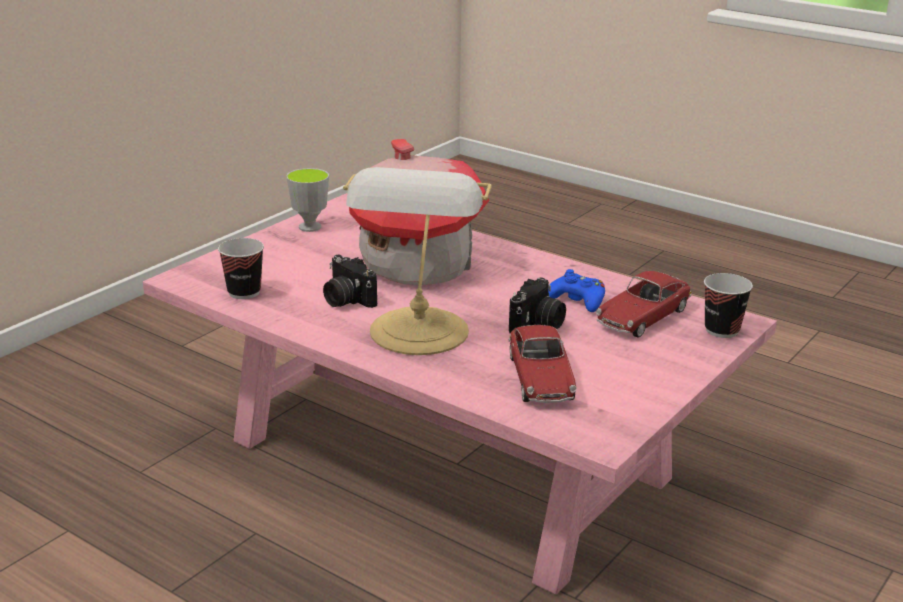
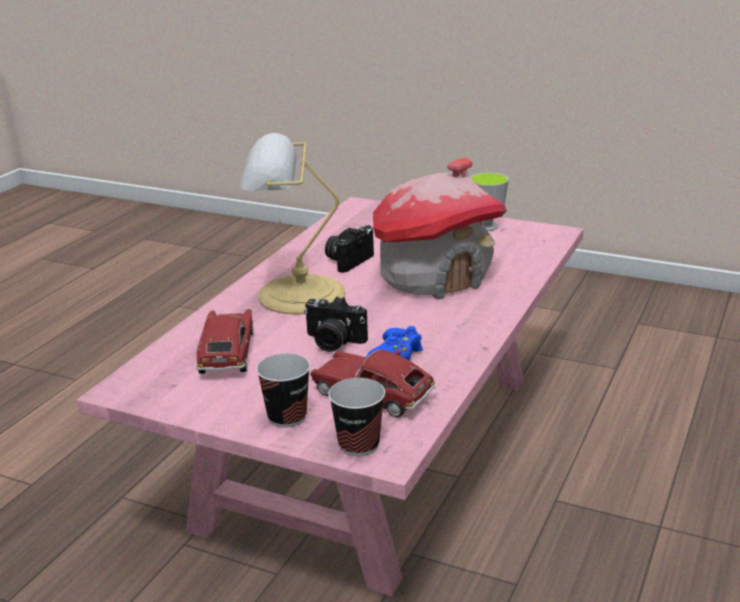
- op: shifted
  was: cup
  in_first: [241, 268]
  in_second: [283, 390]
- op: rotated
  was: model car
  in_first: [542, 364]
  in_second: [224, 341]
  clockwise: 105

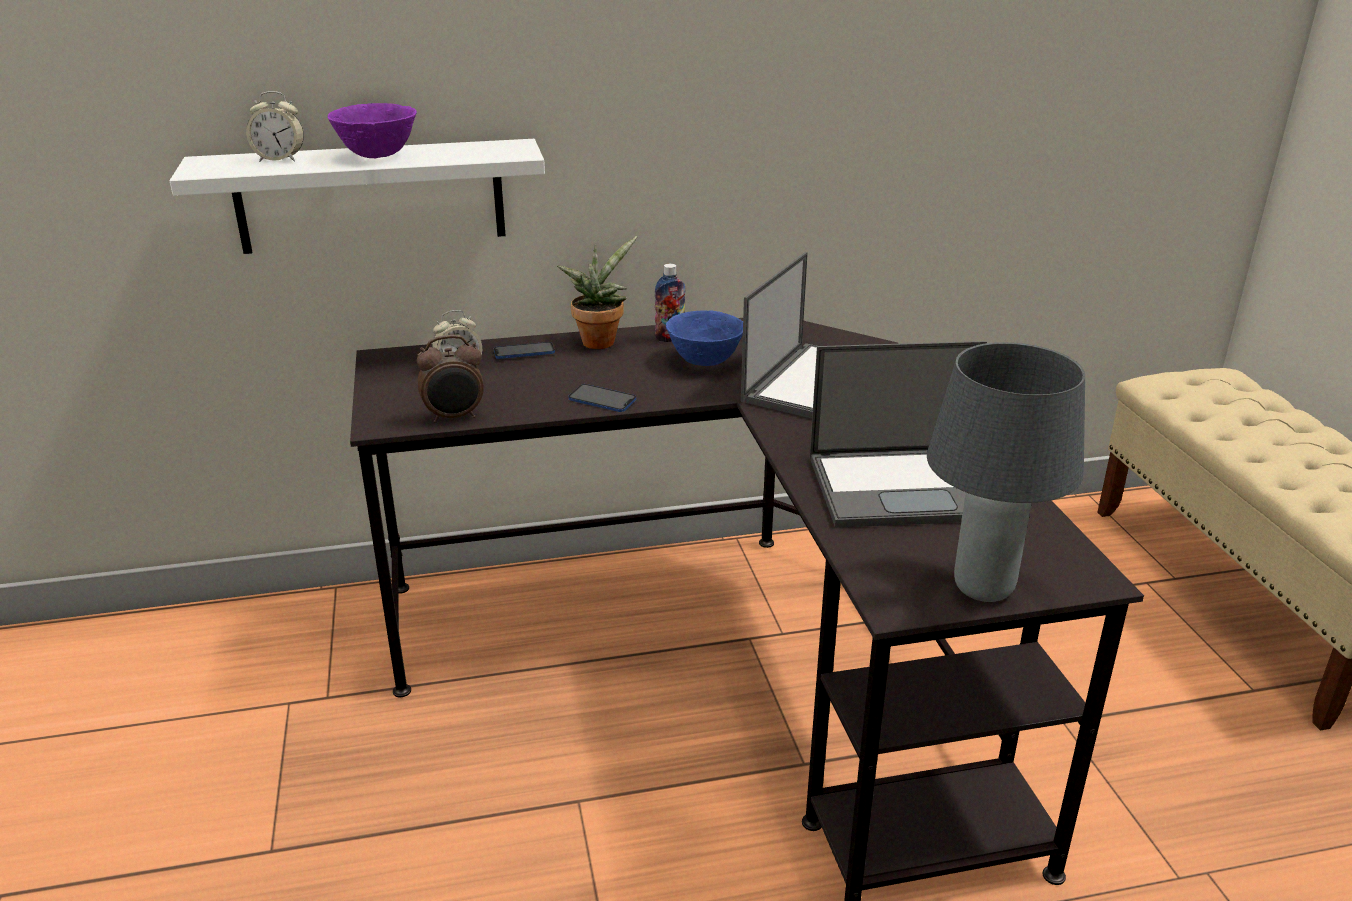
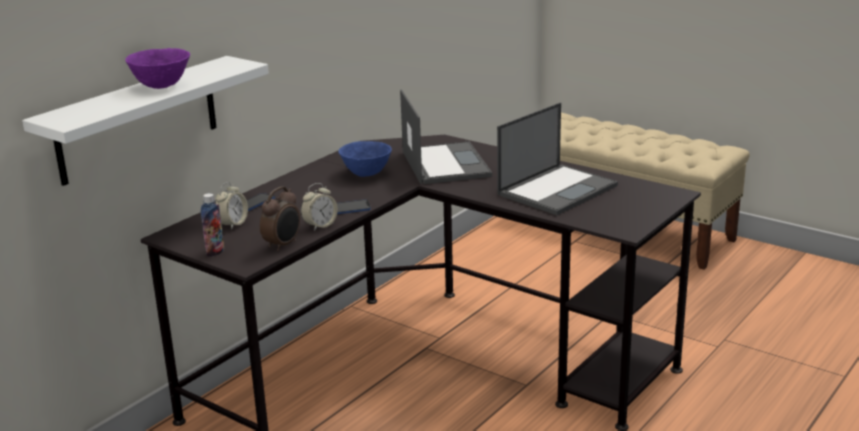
- op: shifted
  was: alarm clock
  in_first: [275, 126]
  in_second: [319, 207]
- op: gone
  was: houseplant
  in_first: [597, 292]
- op: shifted
  was: beverage bottle
  in_first: [670, 303]
  in_second: [212, 225]
- op: gone
  was: greyish table lamp
  in_first: [1006, 472]

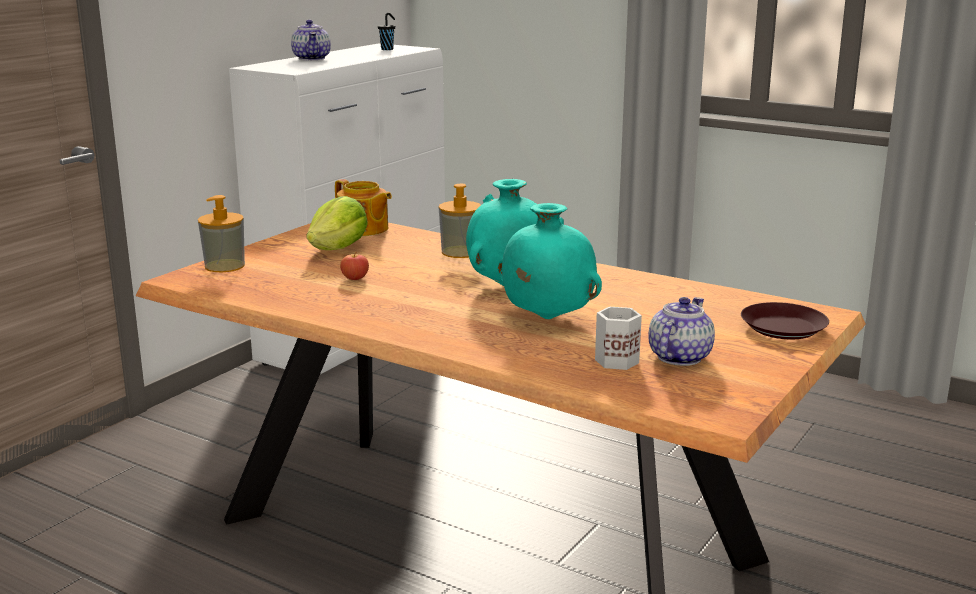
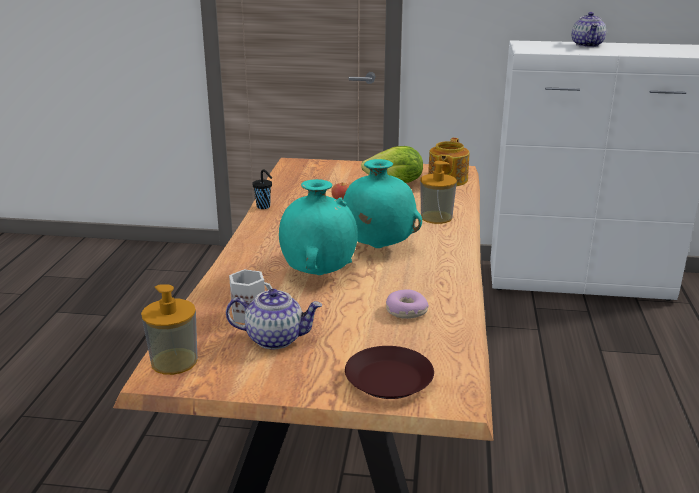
- op: shifted
  was: liquid soap bottle
  in_first: [221, 233]
  in_second: [169, 329]
- op: rotated
  was: teapot
  in_first: [311, 40]
  in_second: [589, 29]
  clockwise: -45
- op: shifted
  was: black cup
  in_first: [386, 31]
  in_second: [262, 189]
- op: new
  now: doughnut
  in_second: [407, 304]

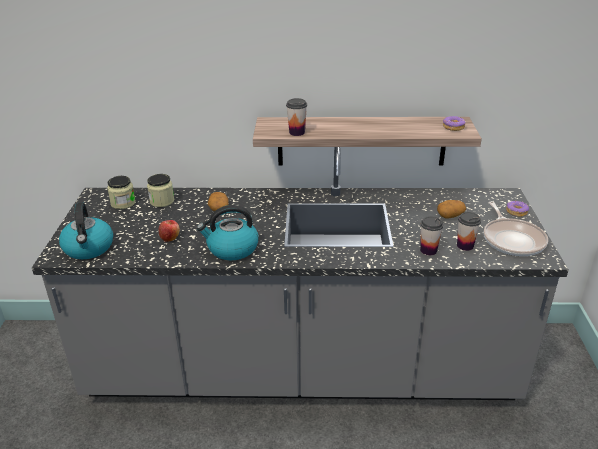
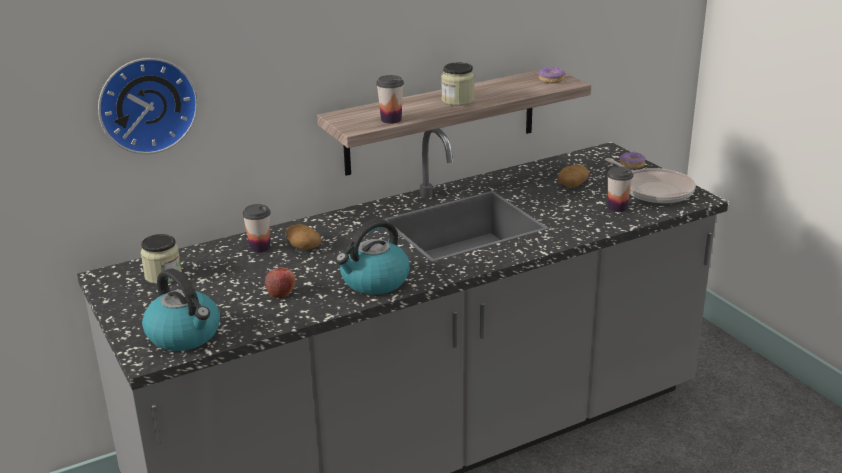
- op: shifted
  was: jar
  in_first: [160, 190]
  in_second: [458, 84]
- op: shifted
  was: cup
  in_first: [432, 235]
  in_second: [256, 228]
- op: new
  now: wall clock
  in_second: [148, 106]

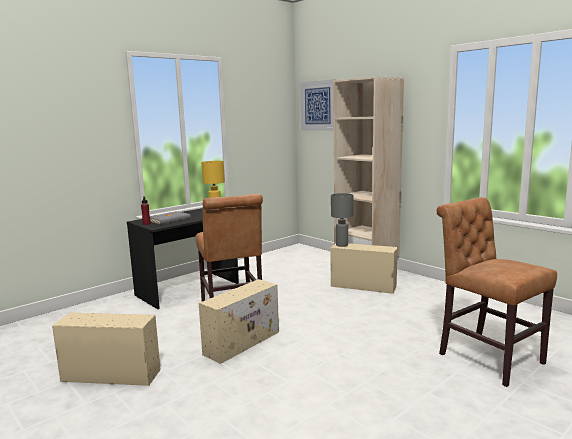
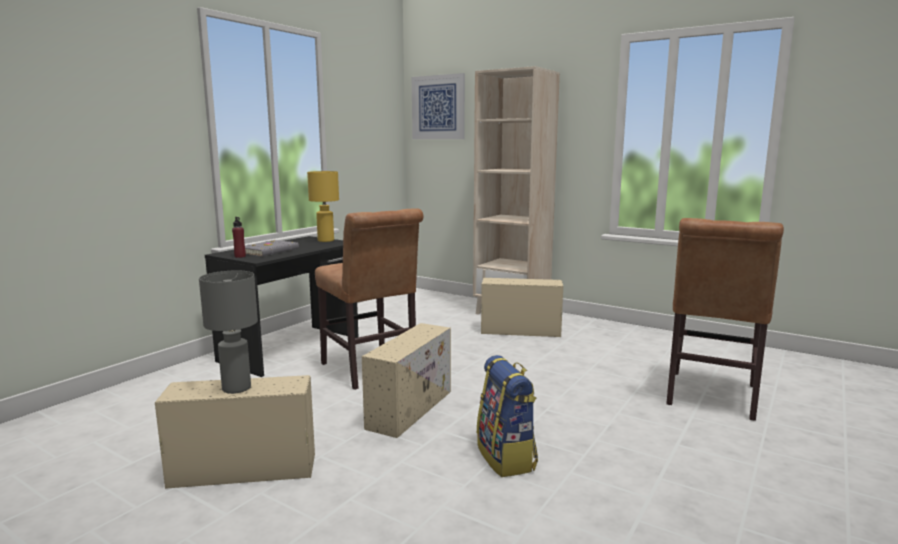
- op: shifted
  was: greyish table lamp
  in_first: [342, 220]
  in_second: [228, 332]
- op: rotated
  was: brownish chair
  in_first: [496, 292]
  in_second: [725, 319]
  clockwise: -105
- op: new
  now: backpack
  in_second: [507, 416]

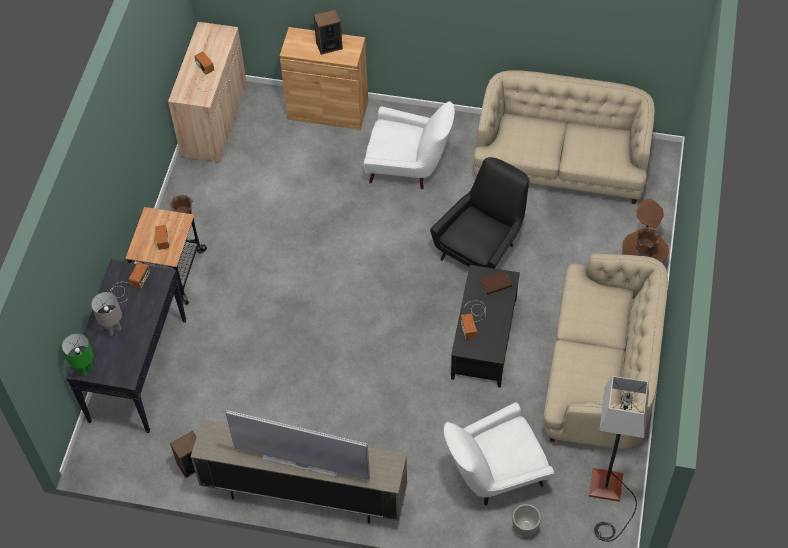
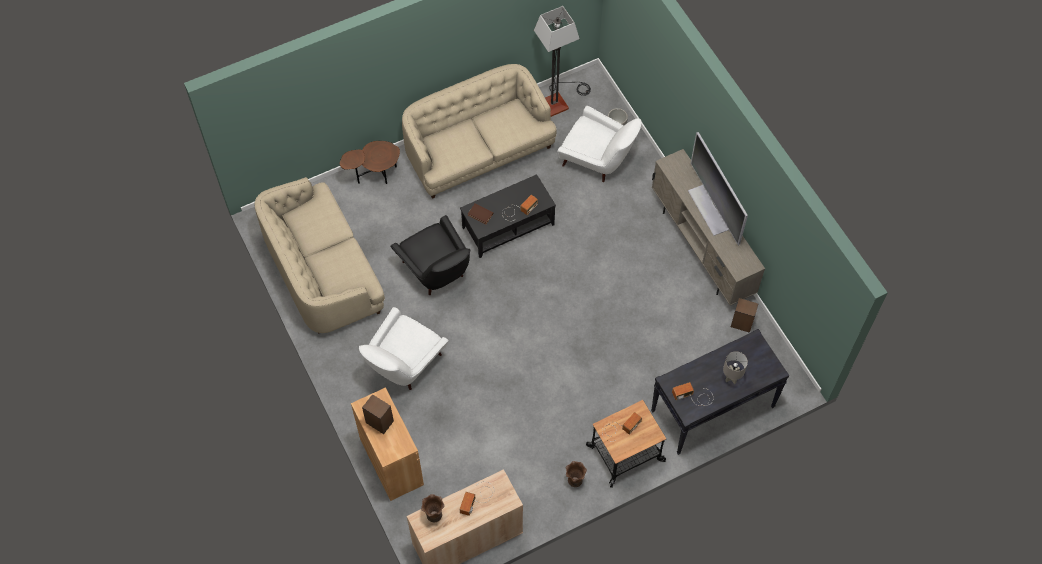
- op: gone
  was: green-coloured table lamp
  in_first: [77, 355]
- op: rotated
  was: white-coloured armchair
  in_first: [409, 145]
  in_second: [404, 348]
  clockwise: -120
- op: rotated
  was: black armchair
  in_first: [480, 213]
  in_second: [430, 255]
  clockwise: -120
- op: shifted
  was: brownish decorative vase
  in_first: [647, 242]
  in_second: [433, 508]

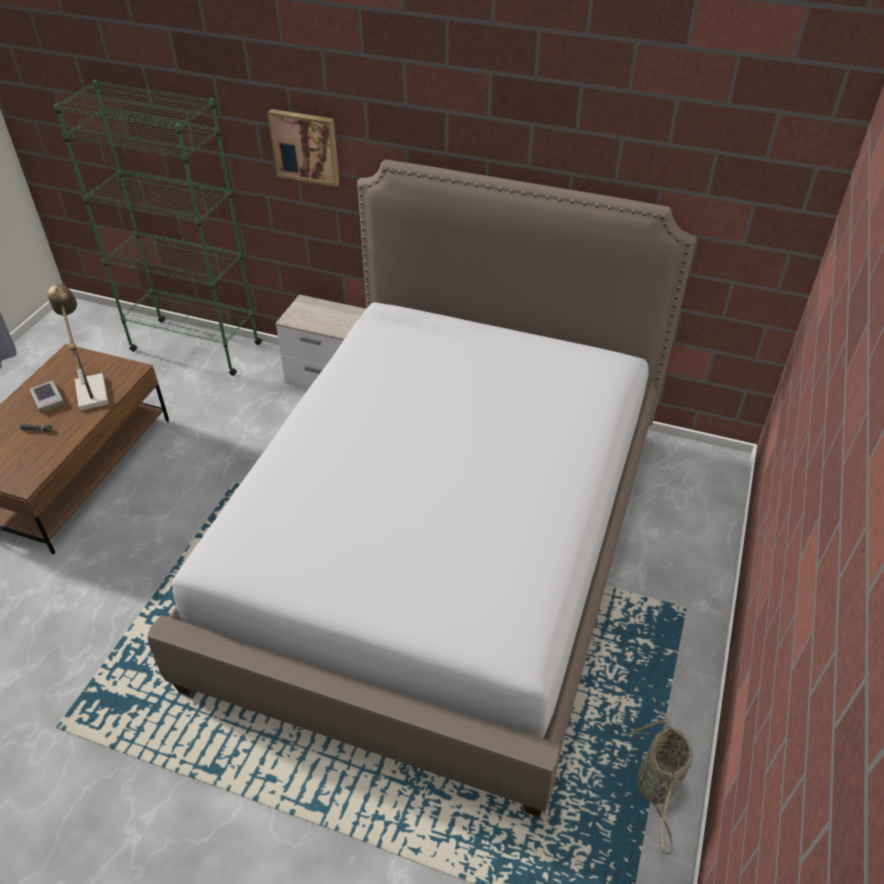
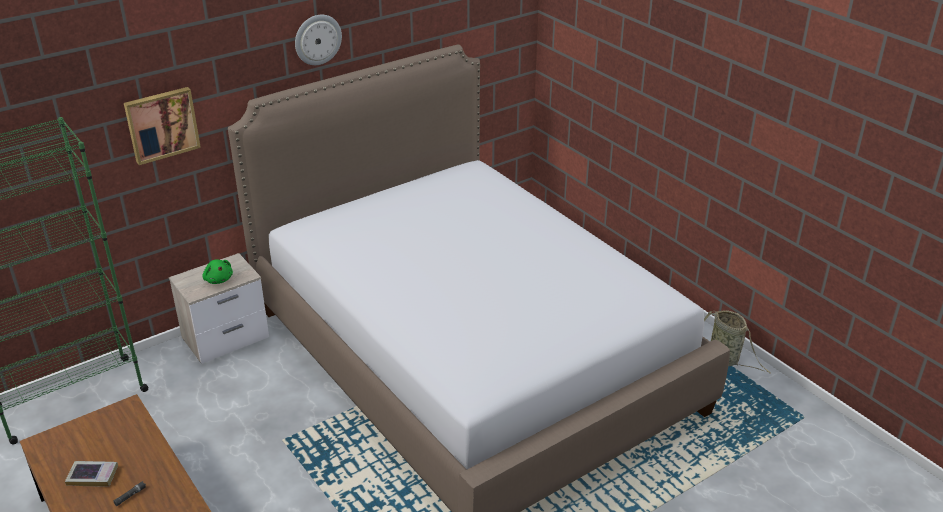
- op: gone
  was: table lamp
  in_first: [78, 347]
- op: new
  now: green-coloured cuddly toy
  in_second: [217, 271]
- op: new
  now: wall clock
  in_second: [318, 40]

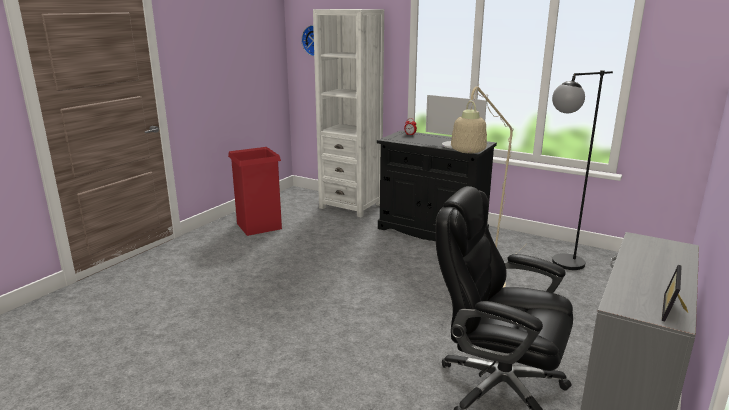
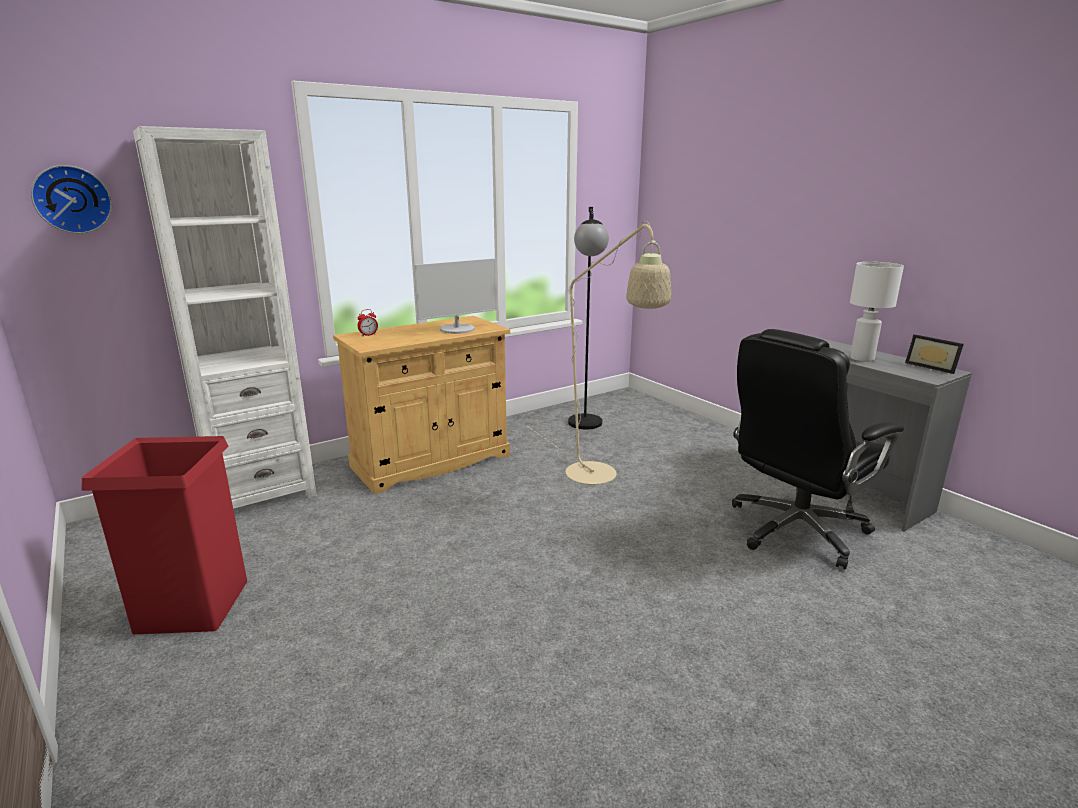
- op: repainted
  was: black storage cabinet
  now: sand-coloured storage cabinet
  in_first: [437, 185]
  in_second: [421, 405]
- op: new
  now: white-coloured table lamp
  in_second: [877, 312]

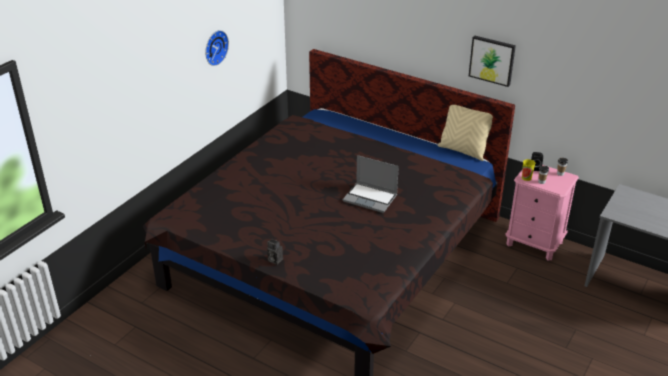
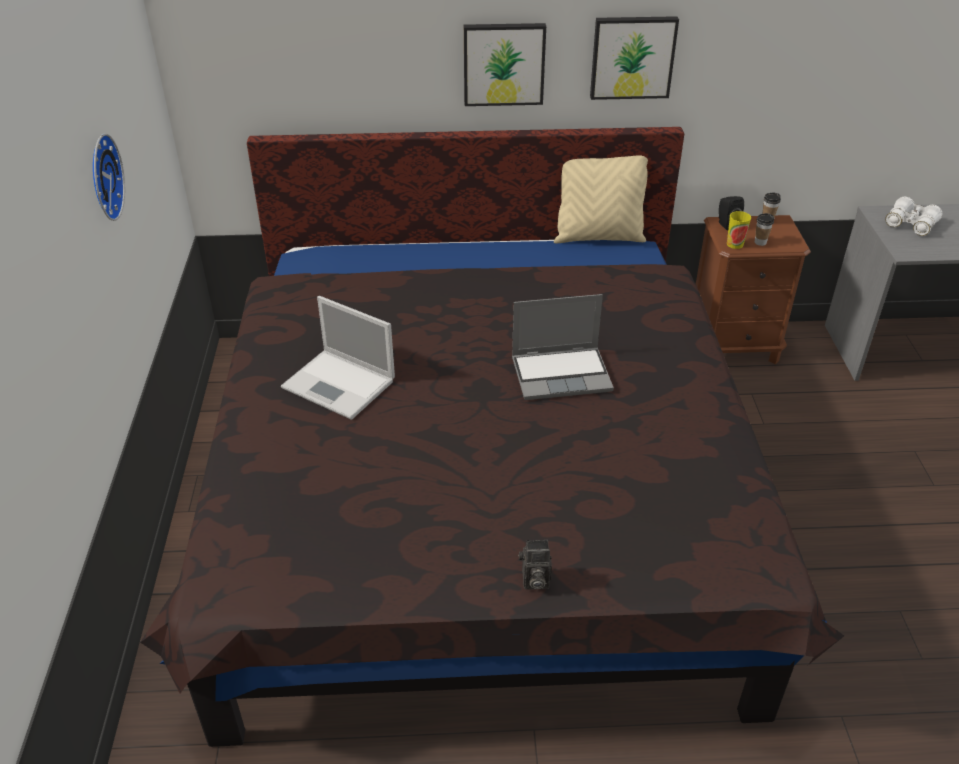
- op: repainted
  was: pink-coloured bedside table
  now: brownish bedside table
  in_first: [542, 213]
  in_second: [753, 289]
- op: new
  now: laptop
  in_second: [338, 358]
- op: new
  now: wall art
  in_second: [505, 64]
- op: new
  now: white-coloured binoculars
  in_second: [913, 216]

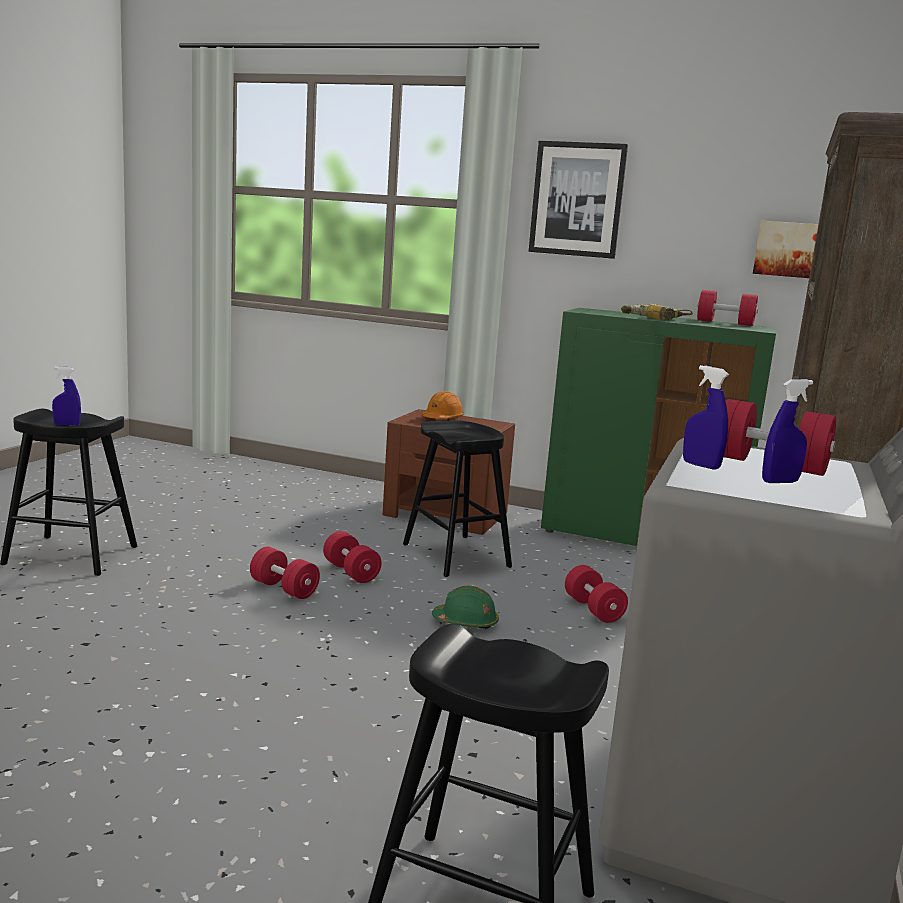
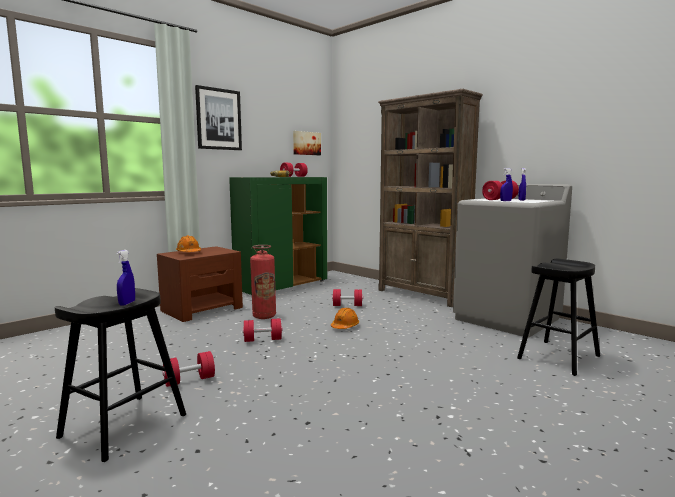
- op: shifted
  was: red-coloured free weight
  in_first: [285, 573]
  in_second: [189, 369]
- op: swapped
  was: black sitting stool
  now: extinguisher
  in_first: [457, 498]
  in_second: [263, 282]
- op: repainted
  was: green-coloured safety helmet
  now: orange-coloured safety helmet
  in_first: [465, 607]
  in_second: [345, 318]

